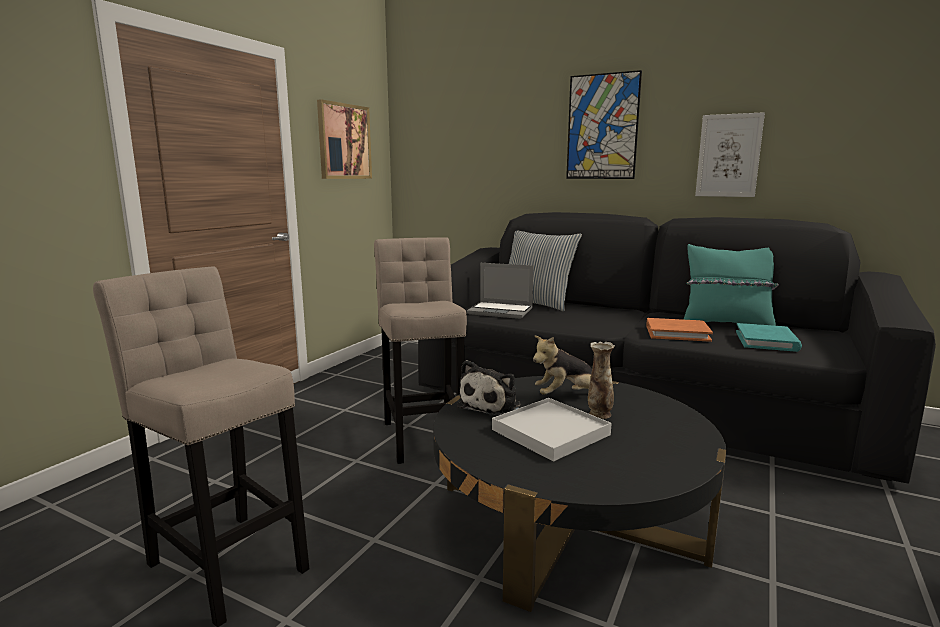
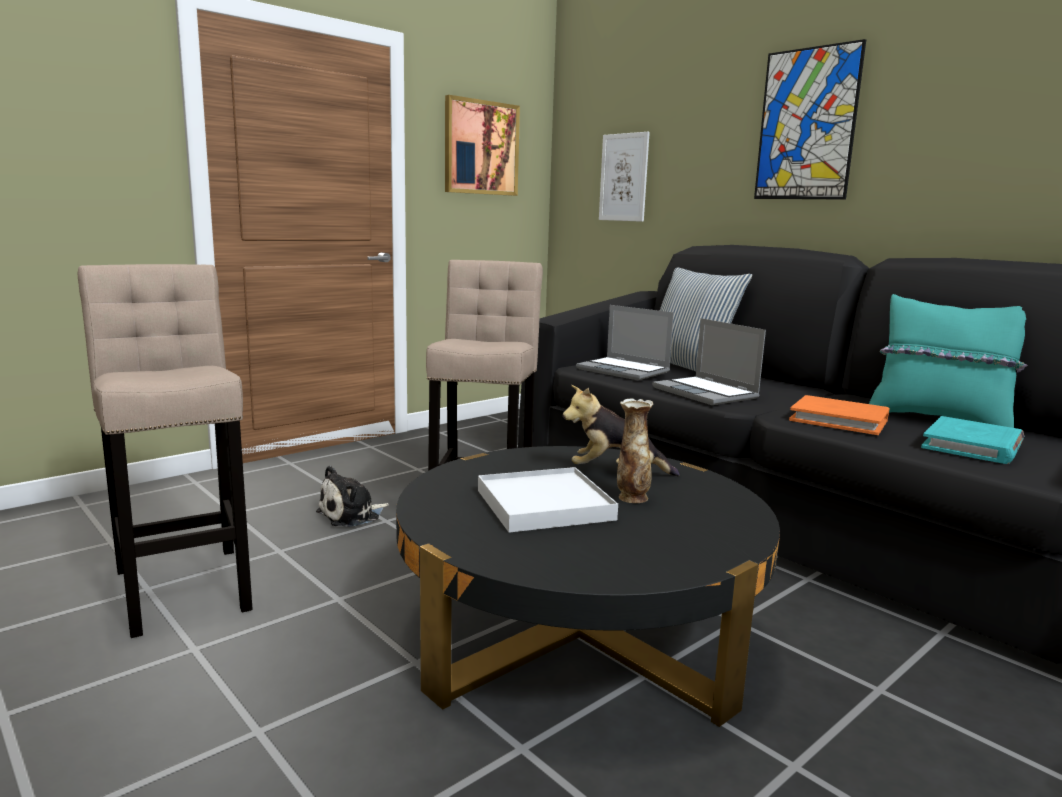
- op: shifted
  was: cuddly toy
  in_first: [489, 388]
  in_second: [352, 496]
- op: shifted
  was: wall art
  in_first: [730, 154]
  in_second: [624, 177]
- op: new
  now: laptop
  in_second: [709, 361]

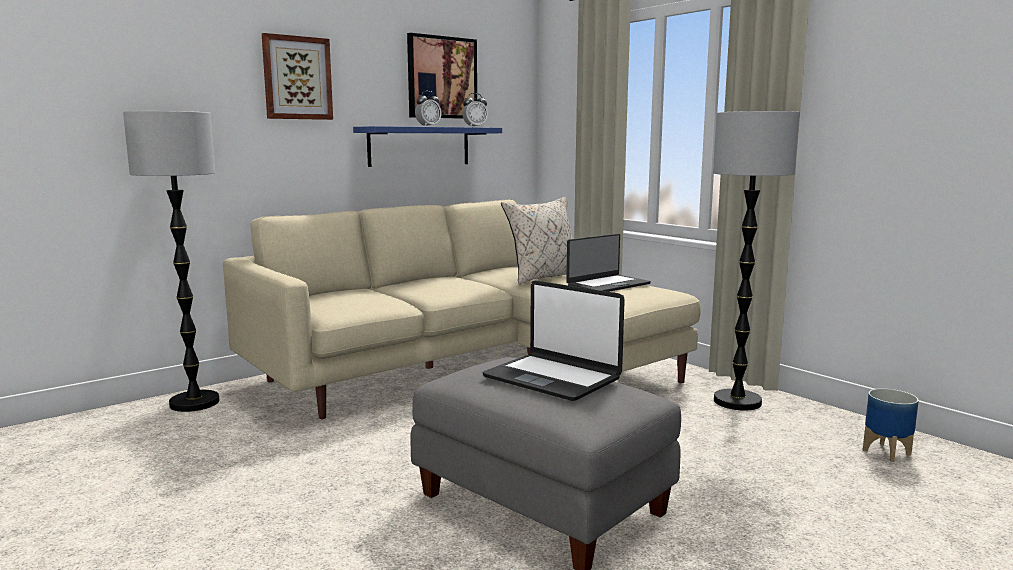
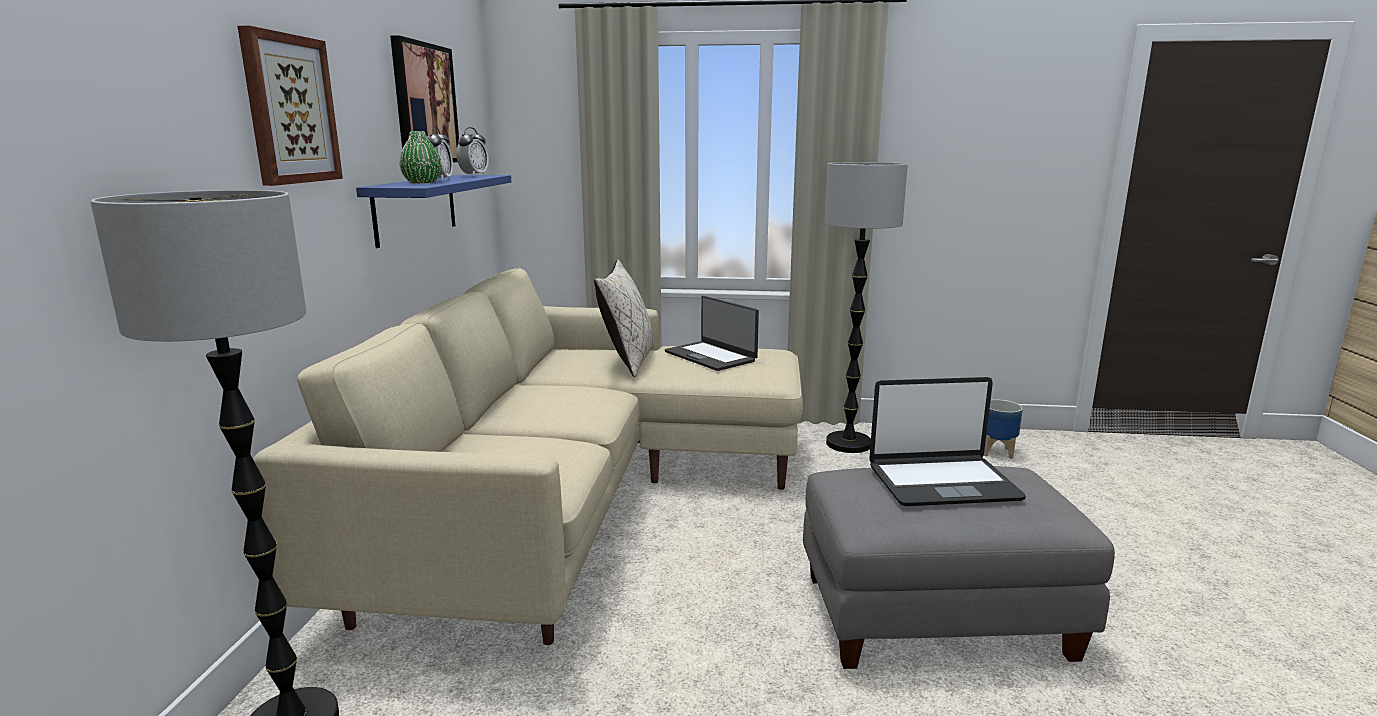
- op: rotated
  was: laptop
  in_first: [608, 263]
  in_second: [712, 333]
  clockwise: 135
- op: new
  now: green-coloured decorative vase
  in_second: [420, 157]

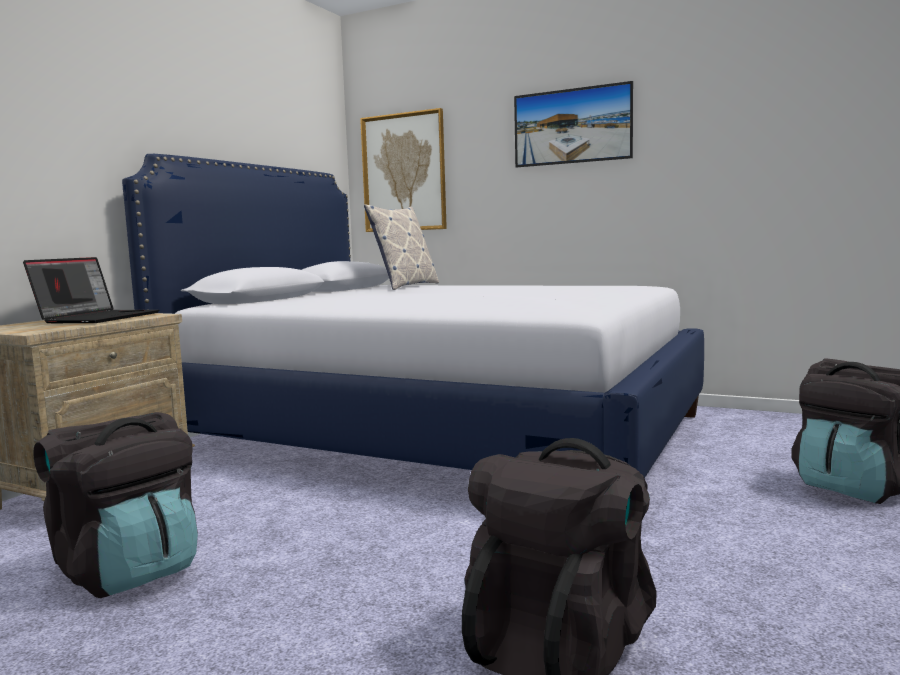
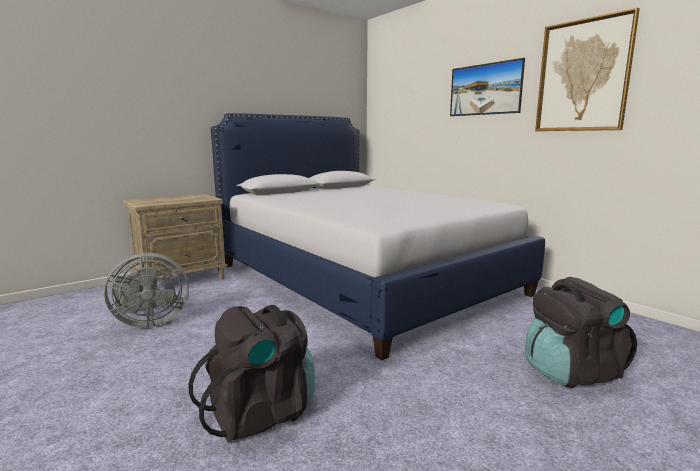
- op: gone
  was: laptop
  in_first: [91, 290]
- op: swapped
  was: black backpack
  now: greyish electric fan
  in_first: [115, 505]
  in_second: [146, 290]
- op: shifted
  was: wall art
  in_first: [403, 170]
  in_second: [587, 69]
- op: gone
  was: cushion
  in_first: [401, 247]

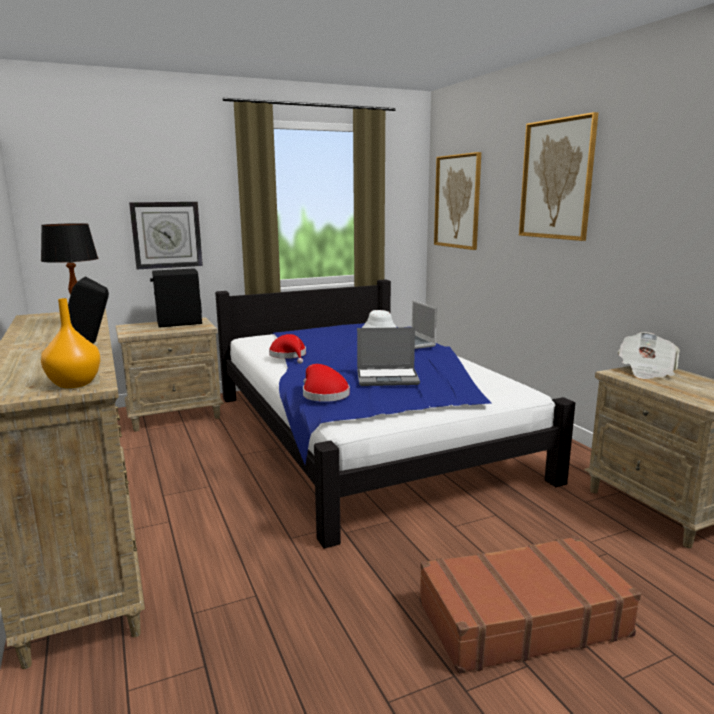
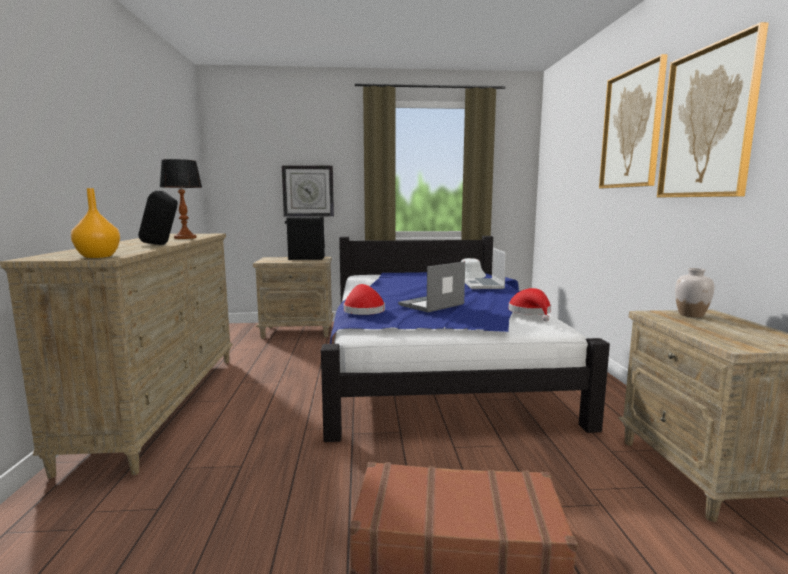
- op: shifted
  was: red-coloured wearable hat
  in_first: [287, 349]
  in_second: [530, 304]
- op: rotated
  was: laptop
  in_first: [388, 356]
  in_second: [431, 286]
  clockwise: 120
- op: shifted
  was: wall art
  in_first: [457, 201]
  in_second: [713, 109]
- op: swapped
  was: printed paper
  now: white-coloured decorative vase
  in_first: [649, 355]
  in_second: [694, 293]

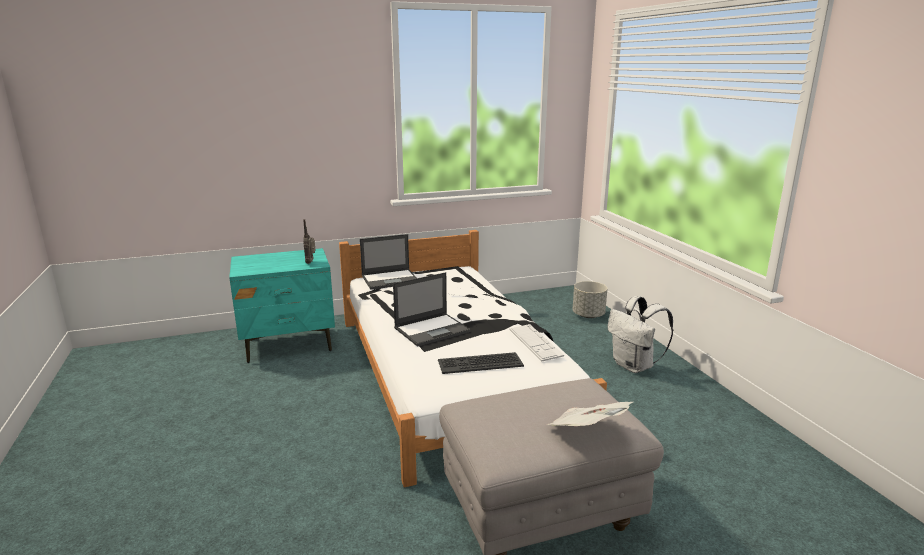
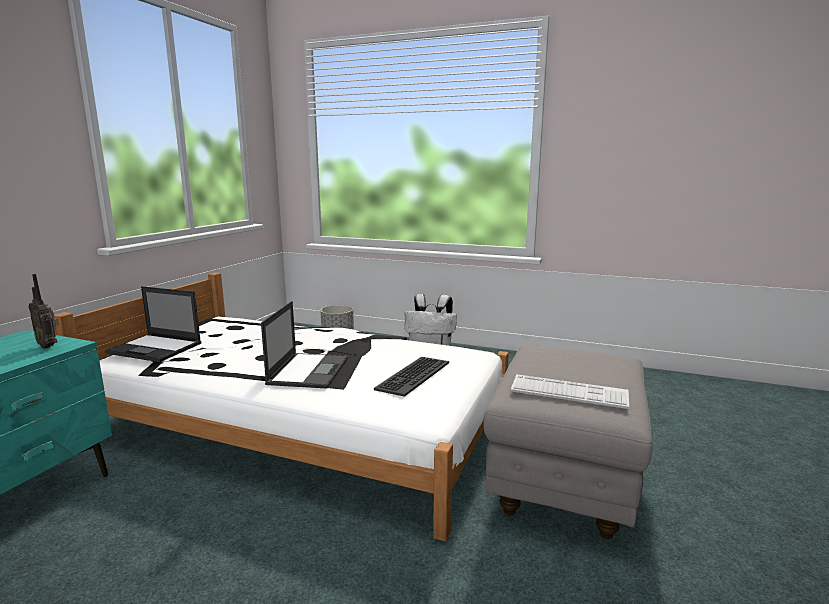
- op: rotated
  was: laptop
  in_first: [388, 262]
  in_second: [153, 324]
  clockwise: 90
- op: shifted
  was: PC keyboard
  in_first: [536, 343]
  in_second: [570, 391]
- op: gone
  was: printed paper
  in_first: [590, 414]

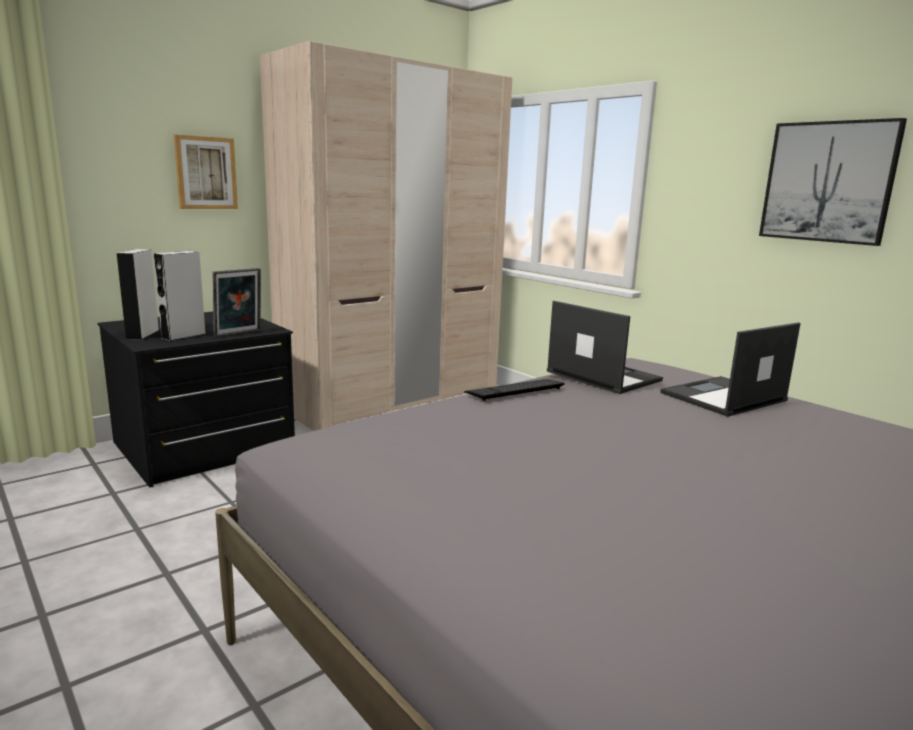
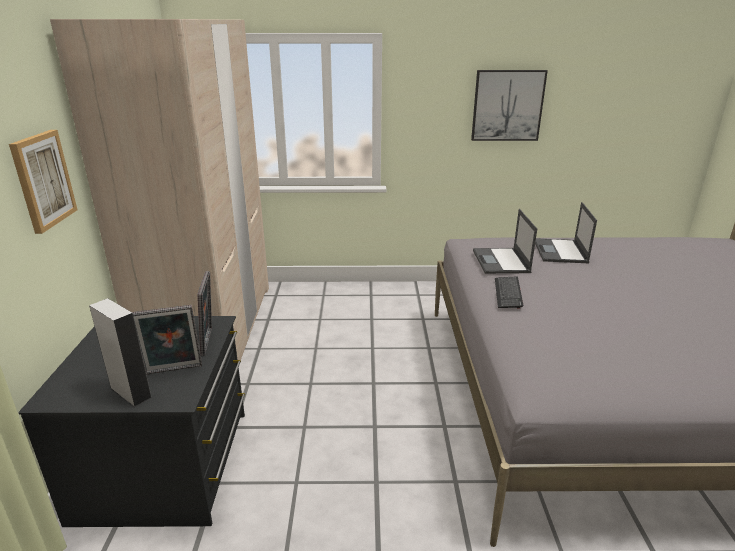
- op: swapped
  was: greyish loudspeaker
  now: standing frame
  in_first: [179, 296]
  in_second: [167, 340]
- op: rotated
  was: laptop
  in_first: [605, 347]
  in_second: [505, 241]
  clockwise: -90

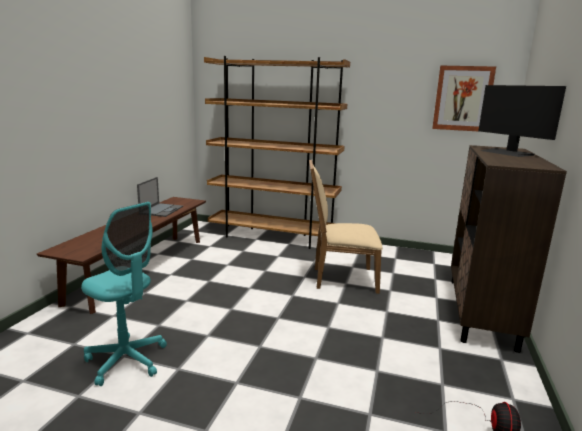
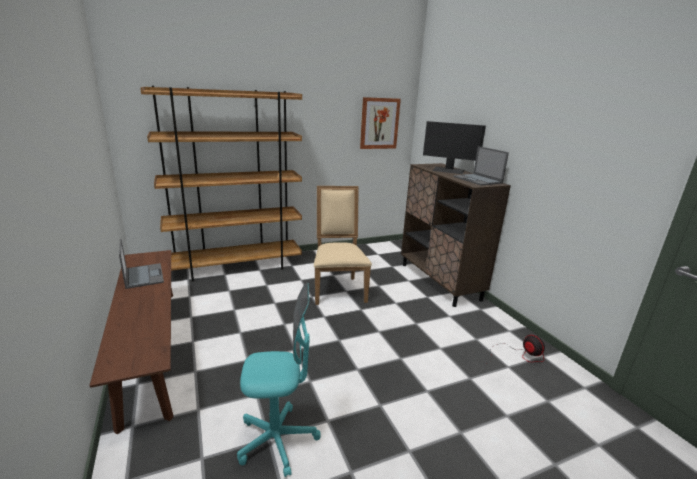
- op: rotated
  was: sand-coloured chair
  in_first: [346, 226]
  in_second: [343, 245]
  clockwise: 120
- op: new
  now: laptop
  in_second: [481, 166]

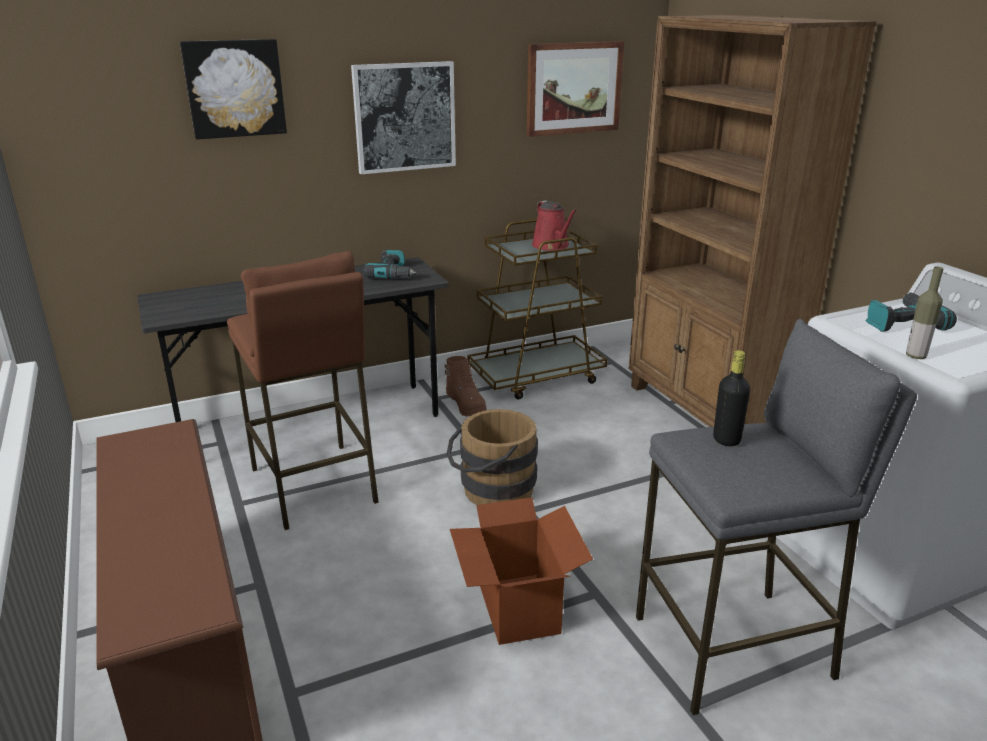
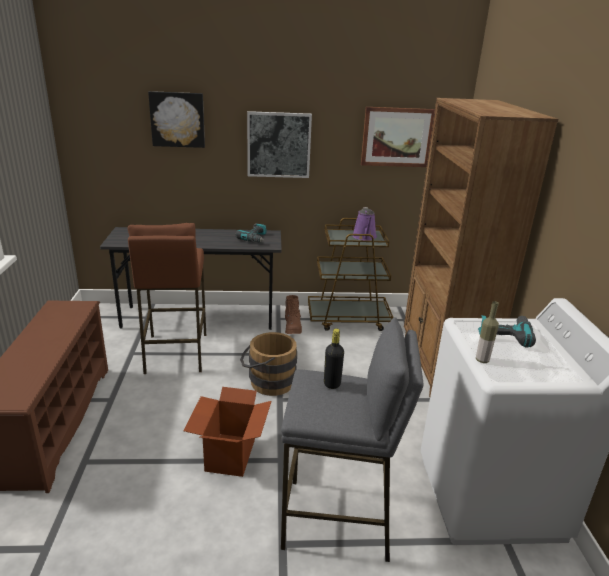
- op: repainted
  was: red-coloured sprinkling can
  now: purplish sprinkling can
  in_first: [554, 226]
  in_second: [365, 224]

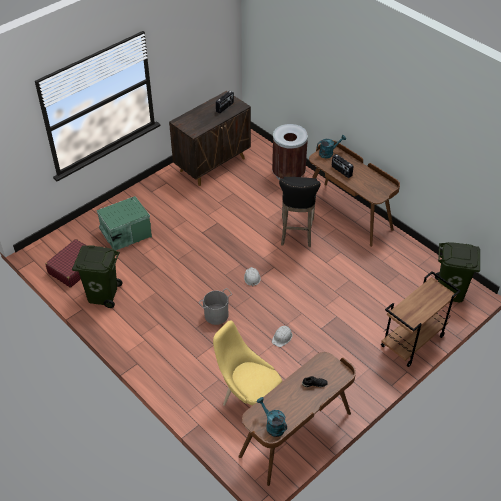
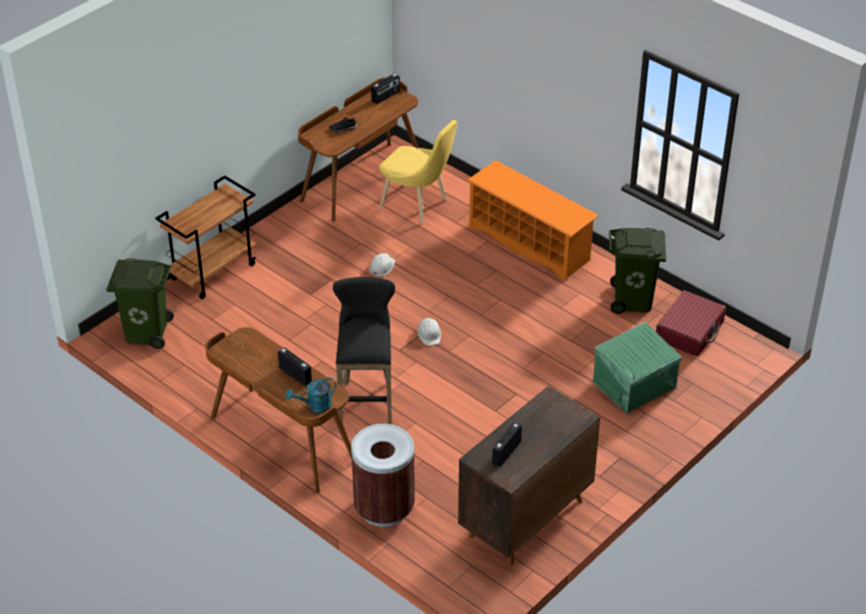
- op: gone
  was: greyish water bucket
  in_first: [215, 306]
- op: swapped
  was: turquoise-coloured sprinkling can
  now: radio receiver
  in_first: [272, 417]
  in_second: [385, 88]
- op: new
  now: orange-coloured shoe shelf
  in_second: [533, 220]

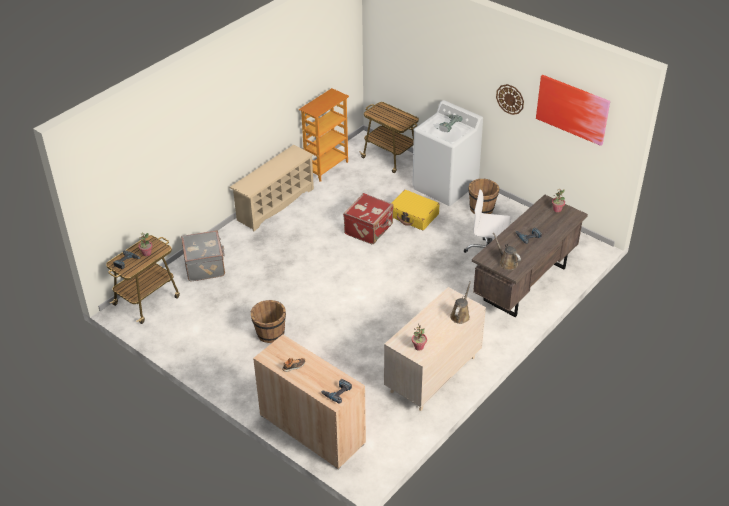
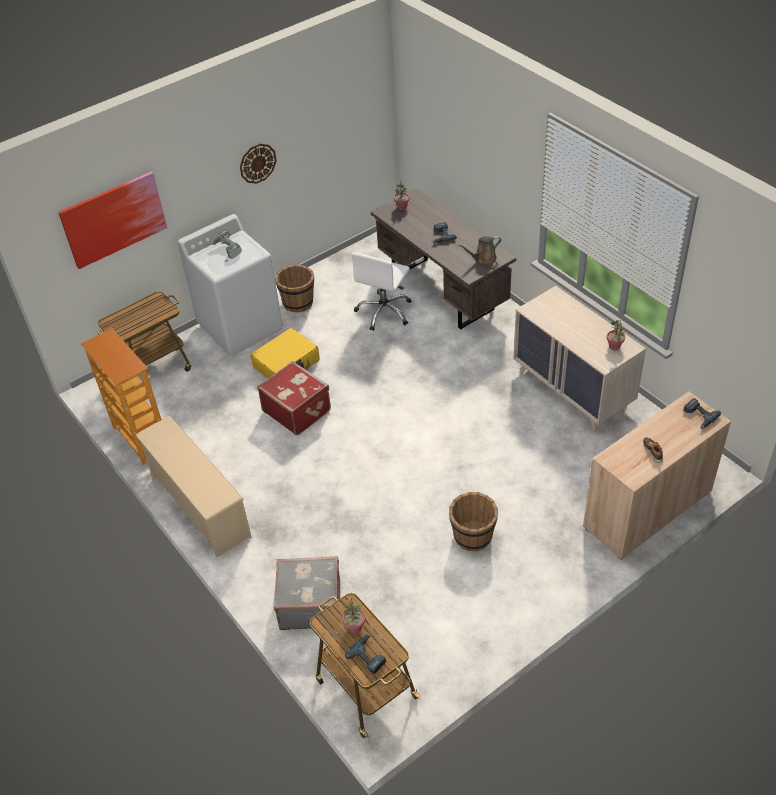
- op: gone
  was: brownish sprinkling can
  in_first: [460, 302]
- op: shifted
  was: wall art
  in_first: [573, 110]
  in_second: [112, 220]

